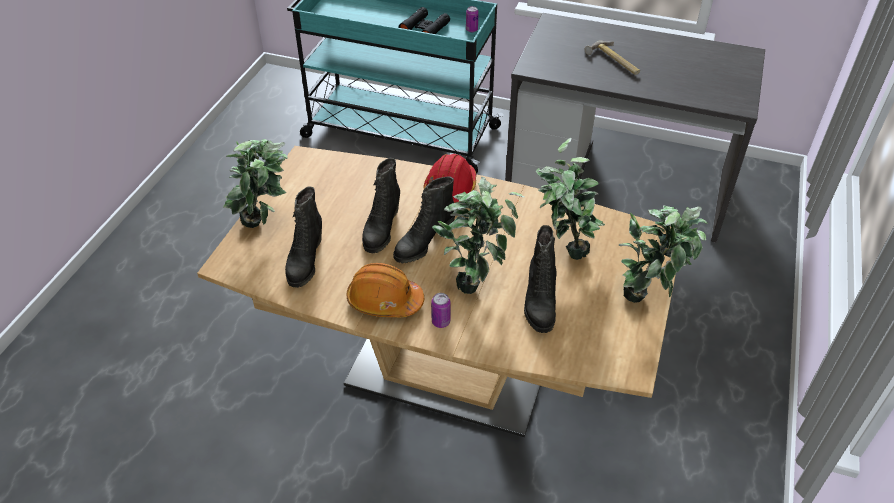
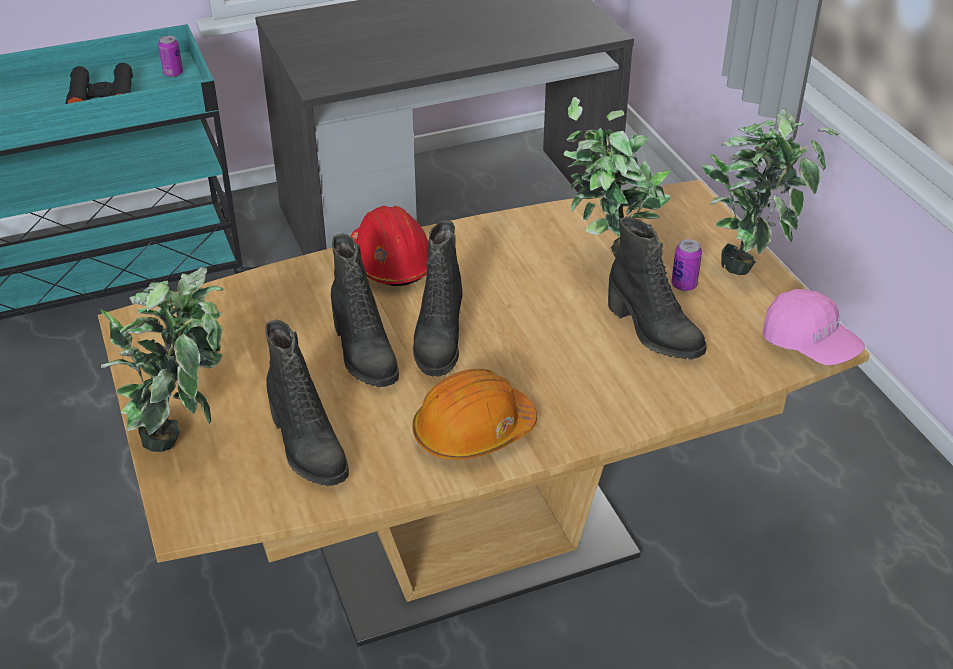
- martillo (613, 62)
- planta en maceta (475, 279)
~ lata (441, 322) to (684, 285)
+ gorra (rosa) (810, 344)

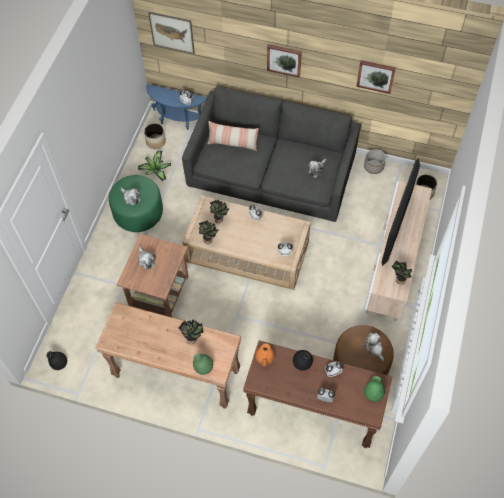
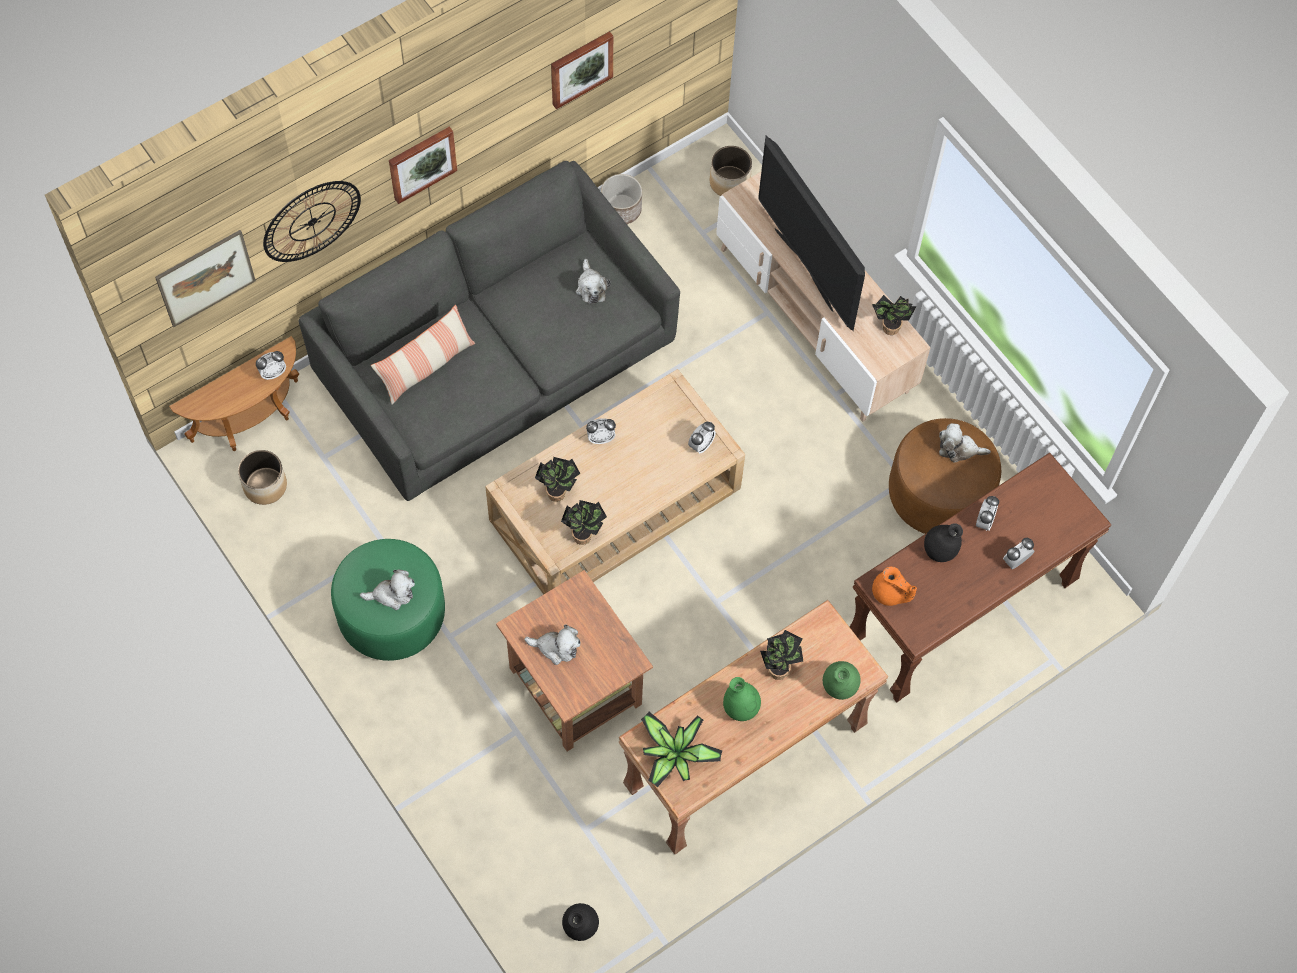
~ mesa auxiliar (azul) (177, 120) to mesa auxiliar (marrón) (252, 421)
~ planta en maceta (155, 170) to (675, 755)
~ florero (verde) (373, 394) to (740, 708)
+ reloj de pared (312, 221)

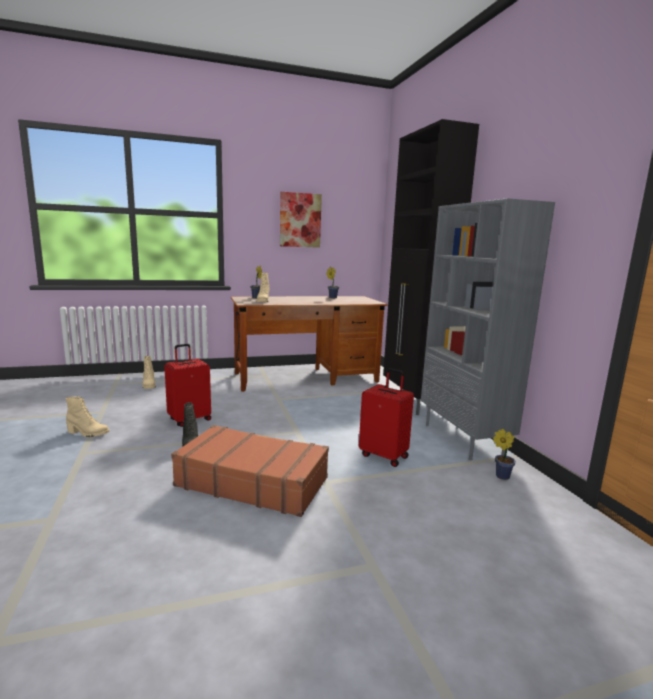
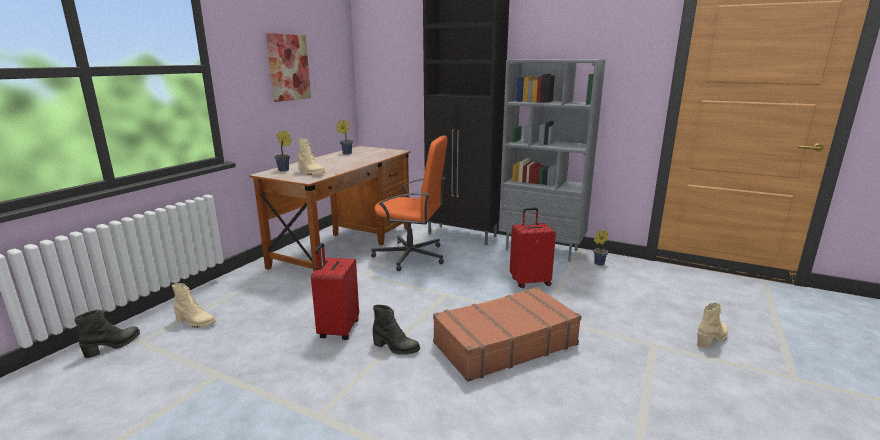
~ bota (beis) (87, 433) to (712, 339)
+ silla de oficina (naranja) (411, 256)
+ bota (negro) (113, 346)

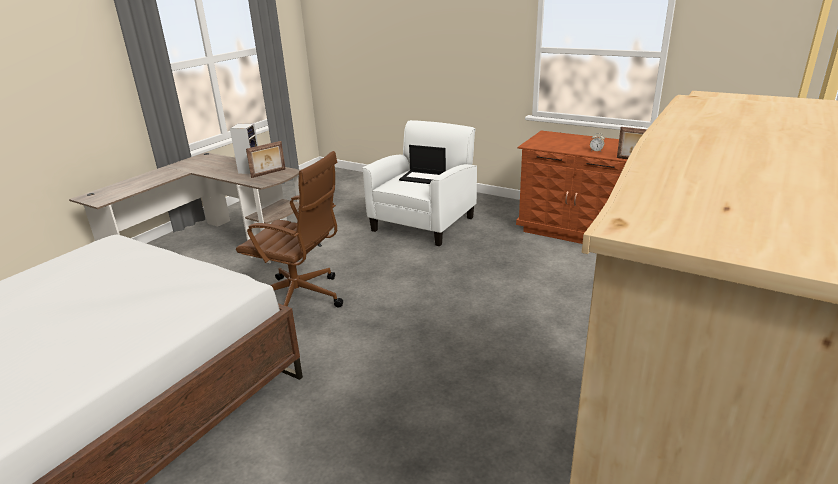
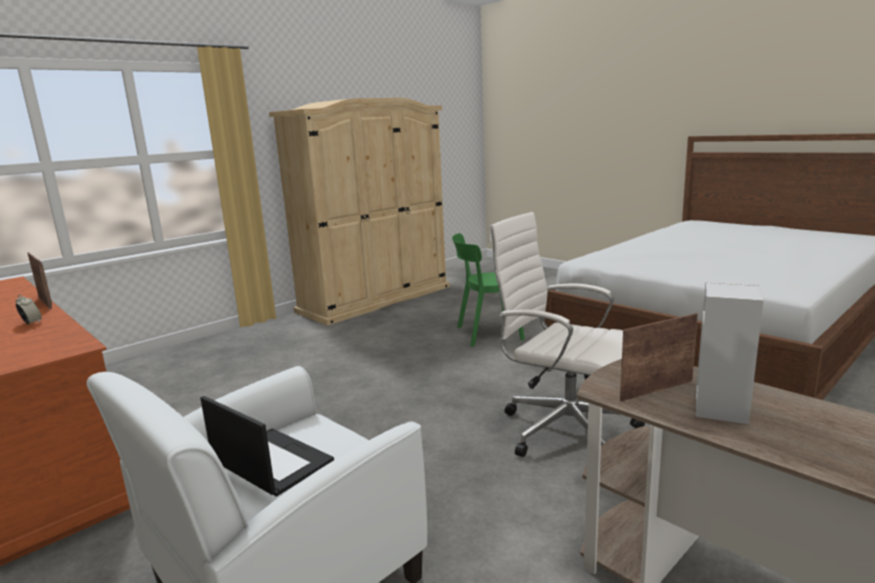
~ silla de oficina (marrón) (300, 299) to silla de oficina (blanco) (564, 429)
+ silla (verde) (486, 333)

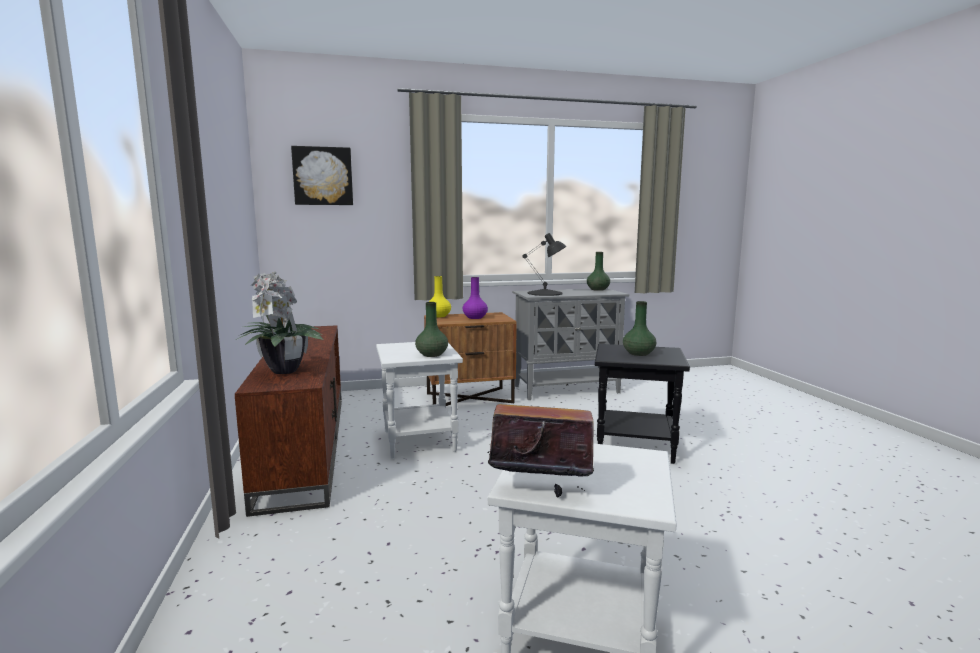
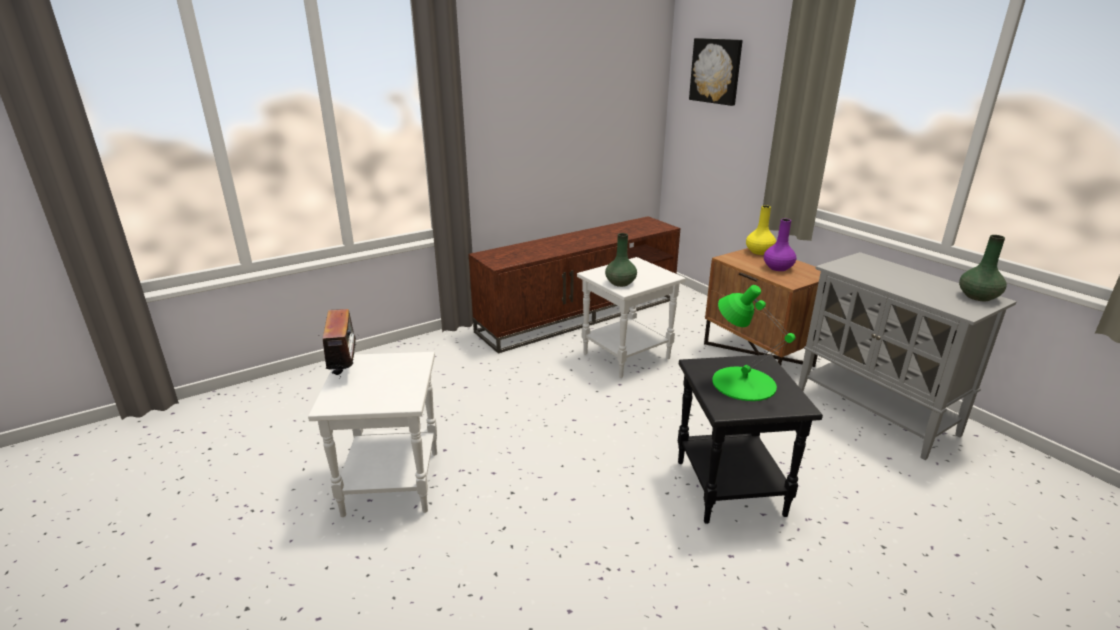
- lámpara de mesa (negro) (545, 293)
- planta en maceta (282, 372)
~ florero (verde) (638, 353) to lámpara de mesa (verde) (743, 383)

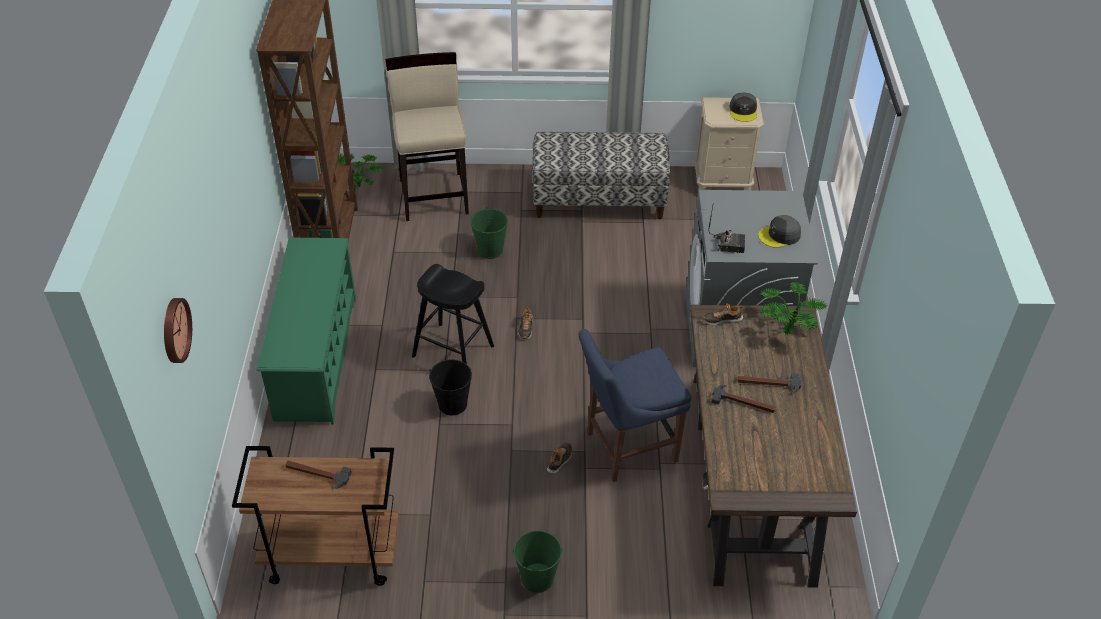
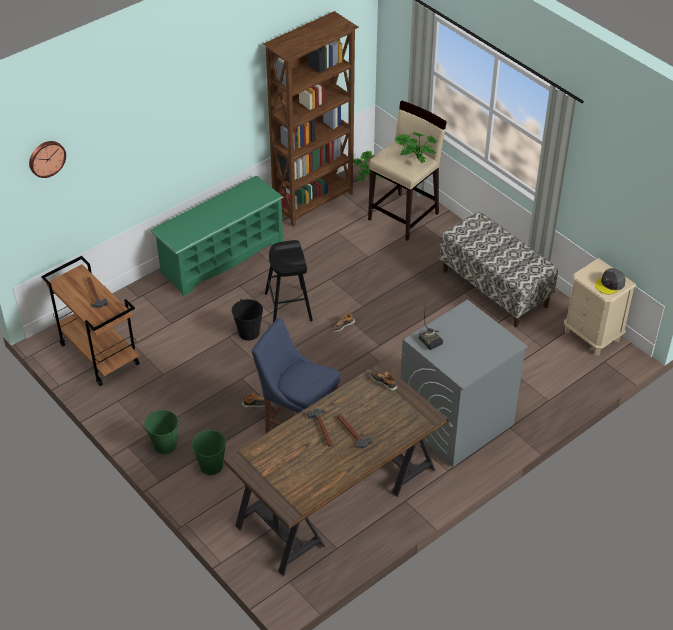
~ cubo (verde) (490, 250) to (211, 465)
- gorra (gris) (779, 235)
~ planta en maceta (787, 327) to (415, 158)

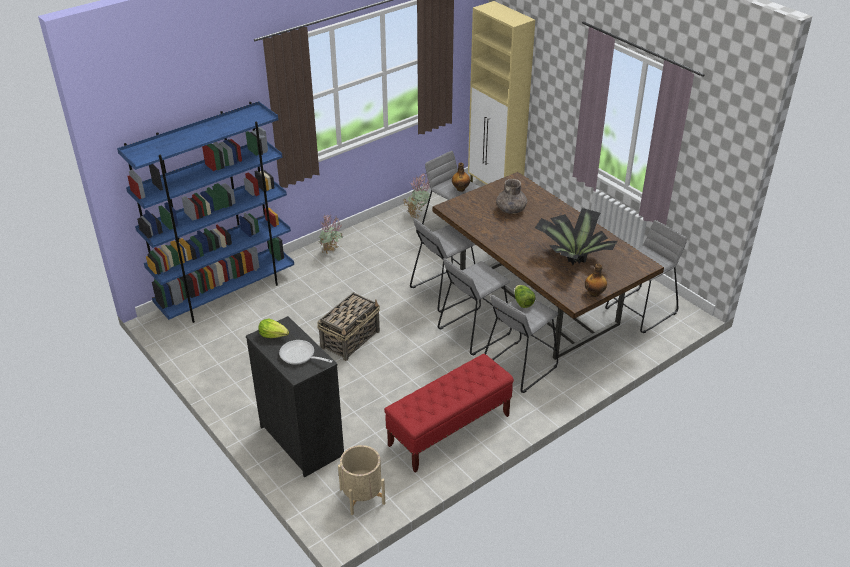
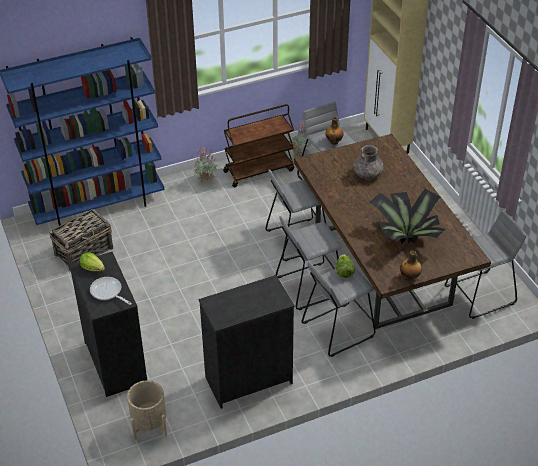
~ cesta (351, 339) to (84, 251)
~ banco (rojo) (449, 431) to cómoda (negro) (248, 380)
+ carrito (marrón) (259, 171)

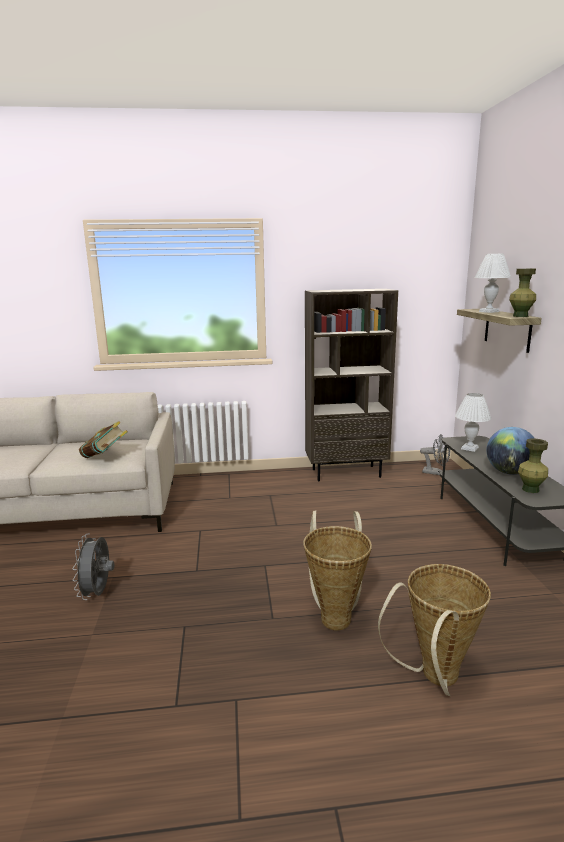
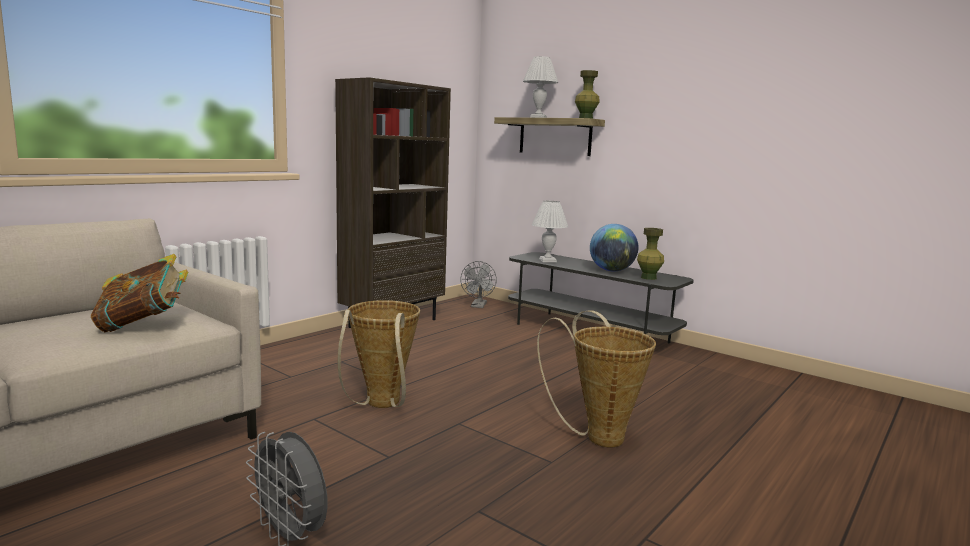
~ ventilador (gris) (435, 472) = (478, 306) 120 degrees clockwise
~ cesta (434, 679) to (381, 405)

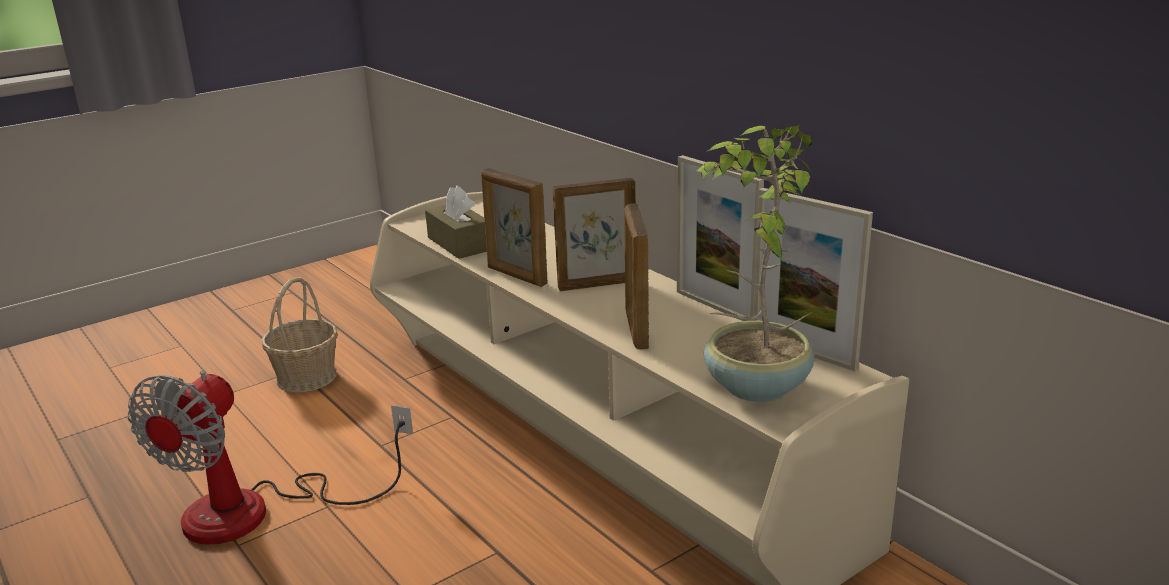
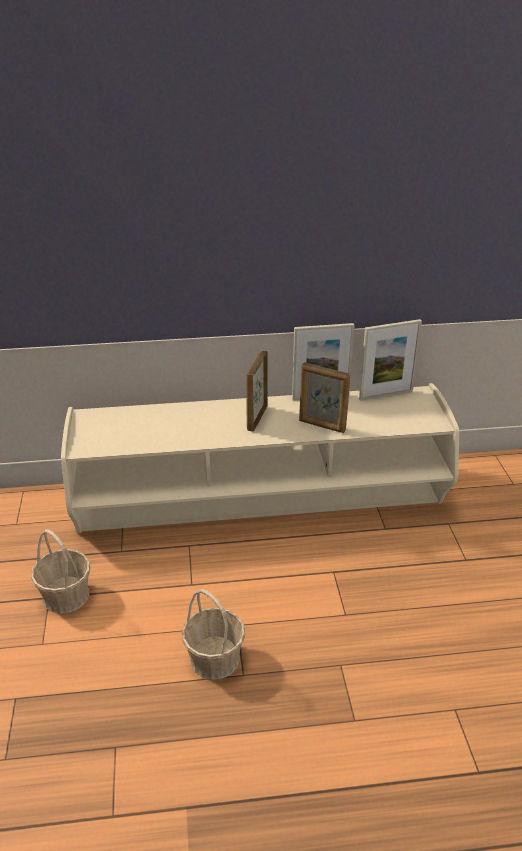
- planta en maceta (754, 387)
- portarretratos (516, 276)
- caja de pañuelos (marrón) (459, 244)
~ ventilador (257, 511) to cesta (214, 658)

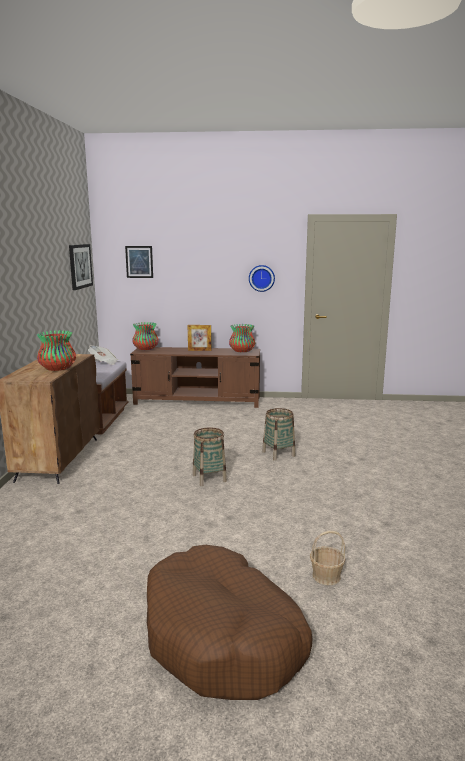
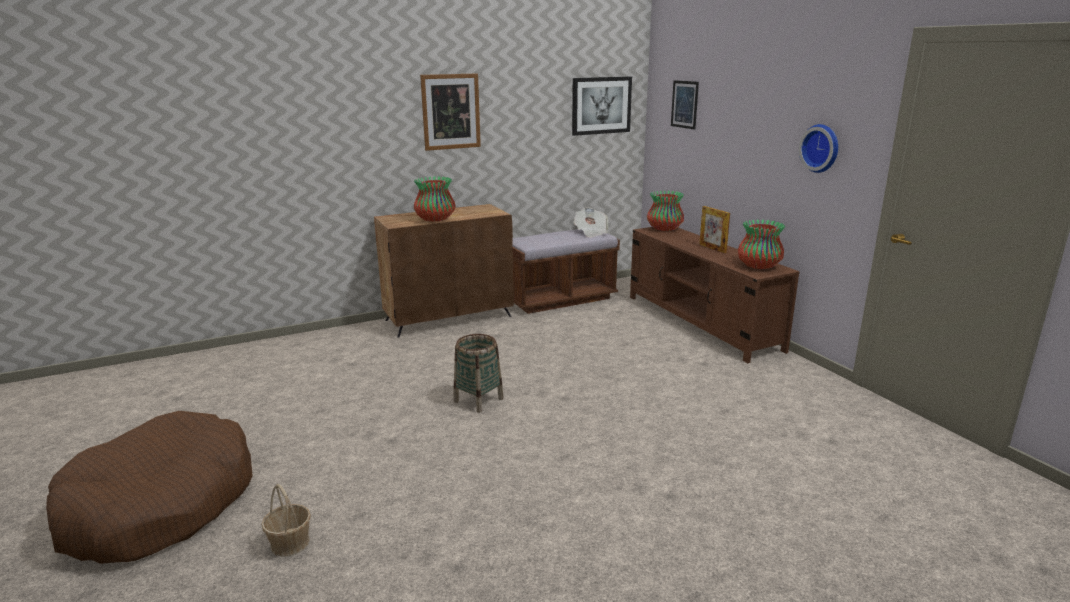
- cesta (278, 454)
+ cuadro (451, 111)

